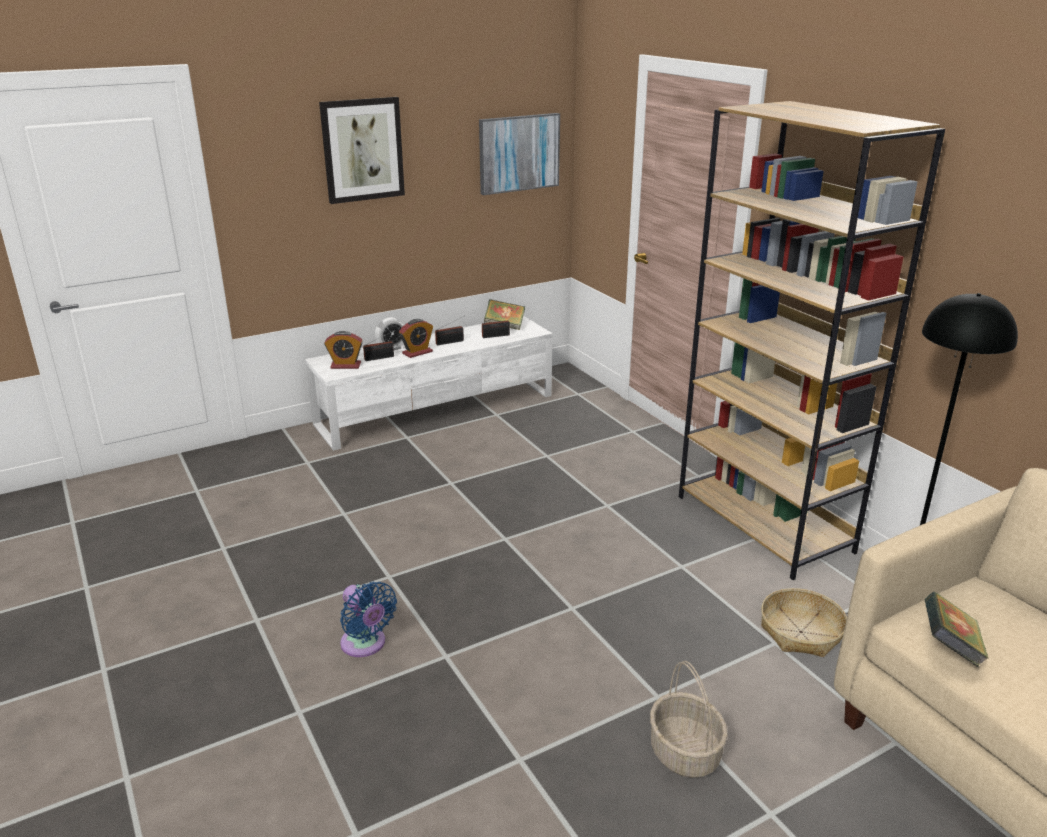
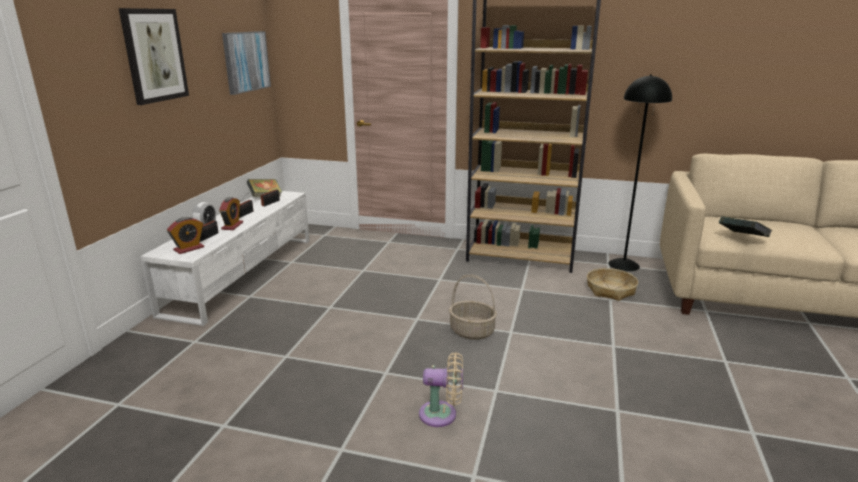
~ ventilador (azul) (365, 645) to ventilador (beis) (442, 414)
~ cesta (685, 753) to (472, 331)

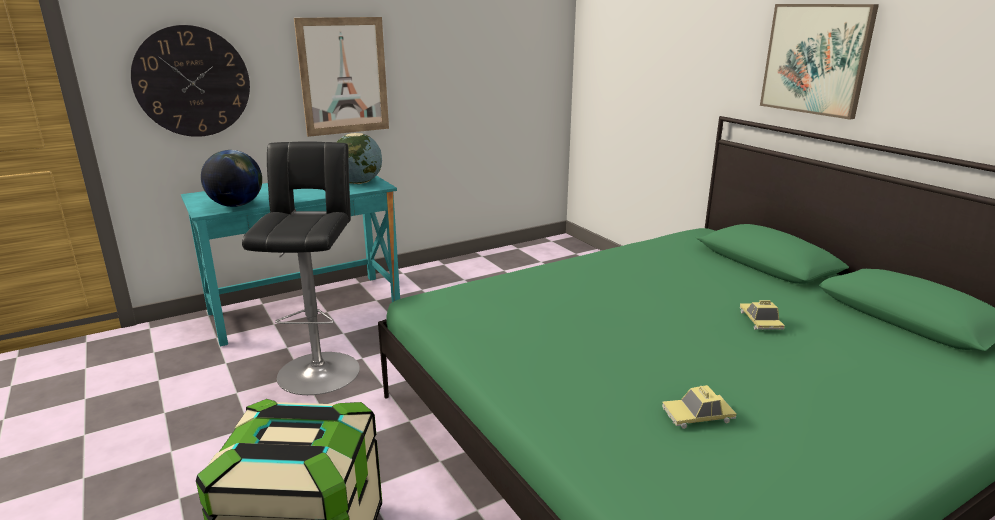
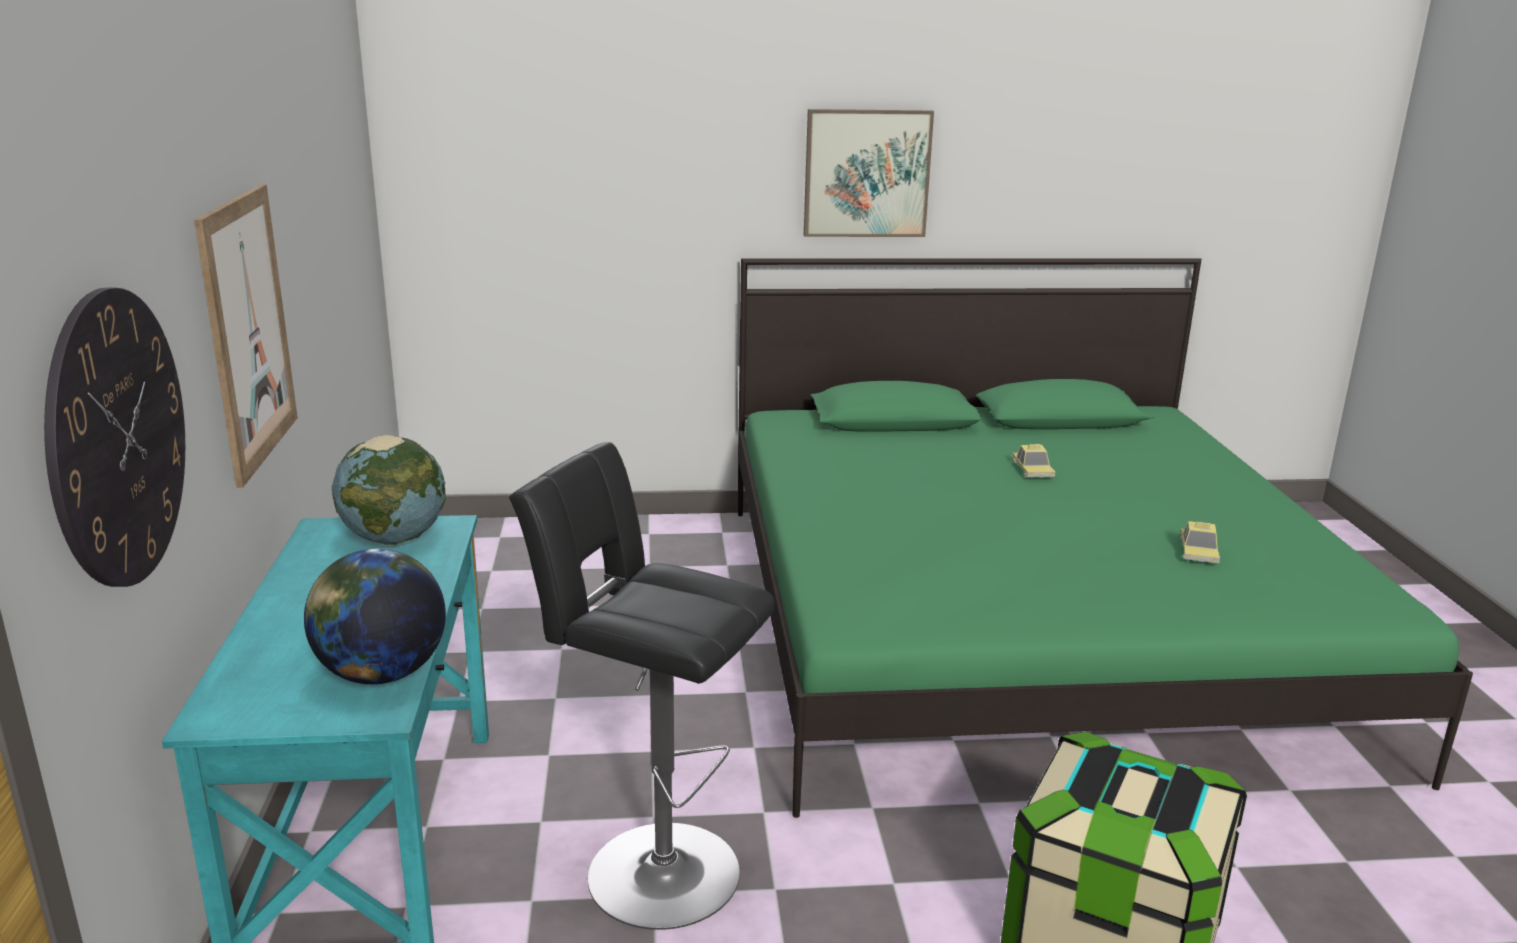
~ coche de juguete (760, 321) = (1032, 469) 120 degrees counterclockwise

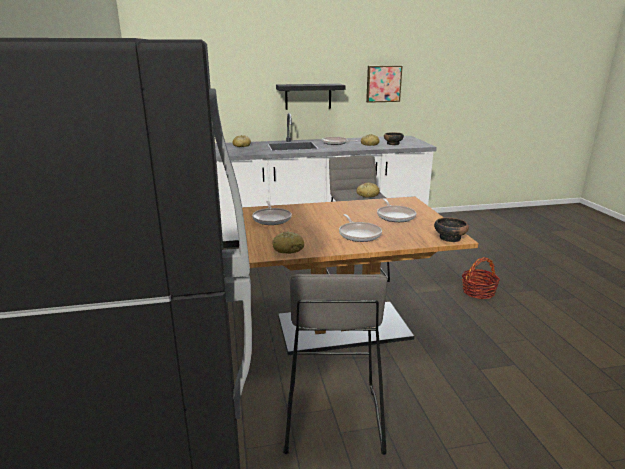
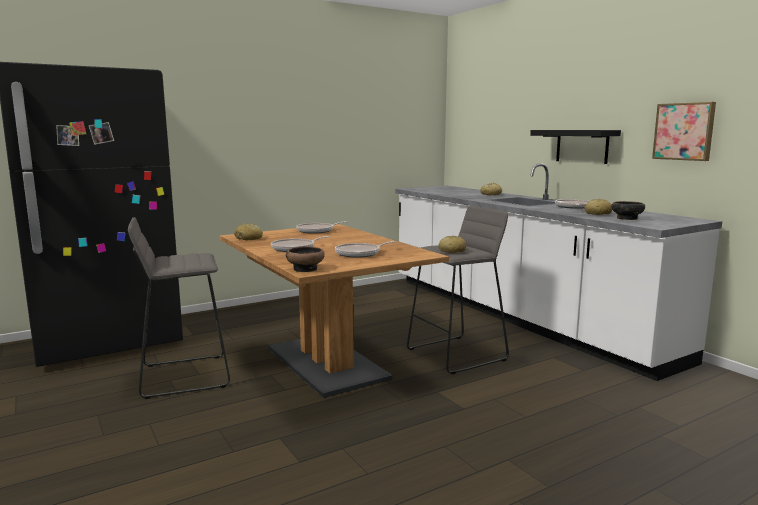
- cesta (478, 292)

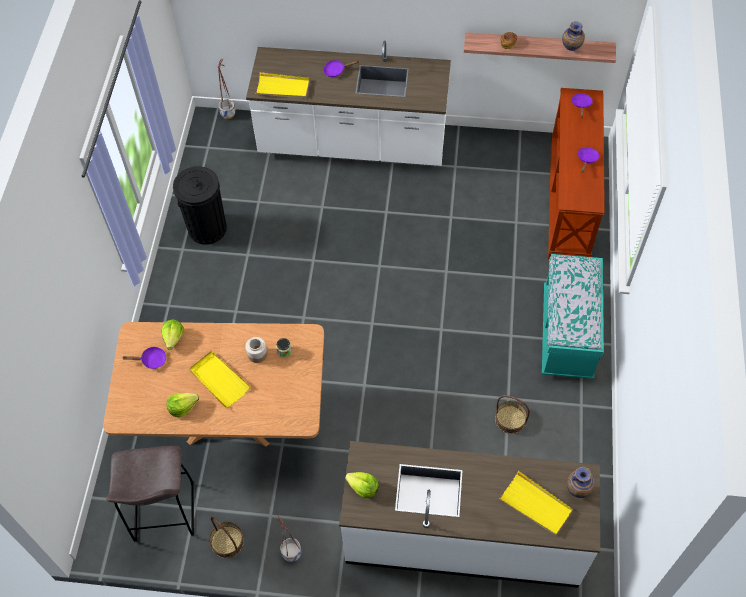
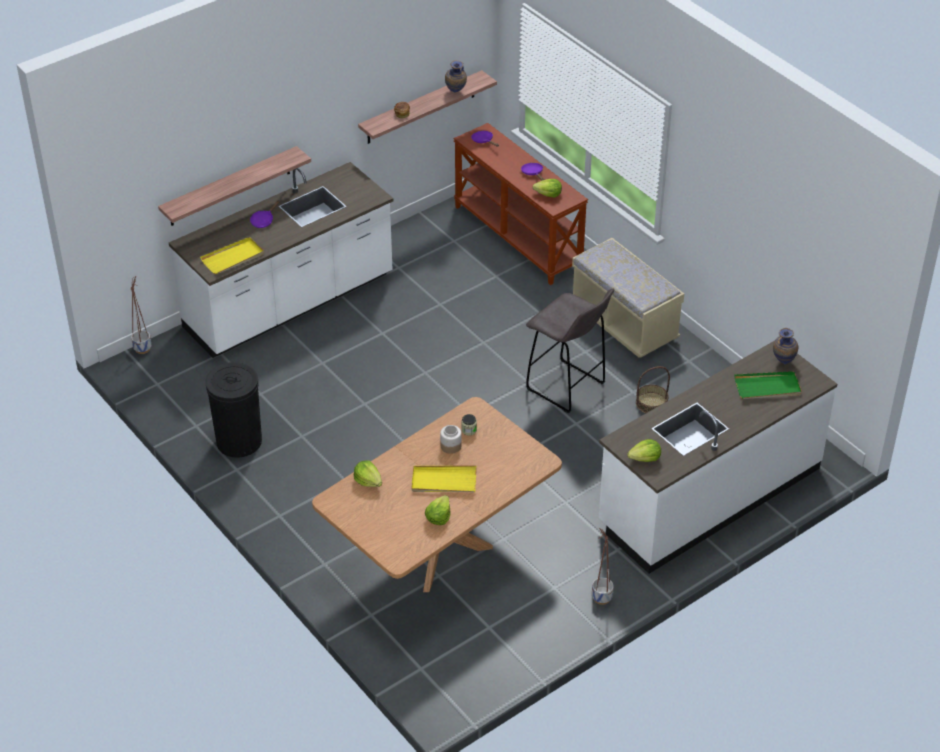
~ banco (turquesa) (567, 333) to banco (beis) (624, 323)
- sartén (morado) (151, 360)
~ taburete (gris) (164, 515) to (567, 387)
~ bandeja (amarillo) (535, 505) to bandeja (verde) (767, 387)
- cesta (227, 541)
+ estante (229, 187)
+ lechuga (548, 194)

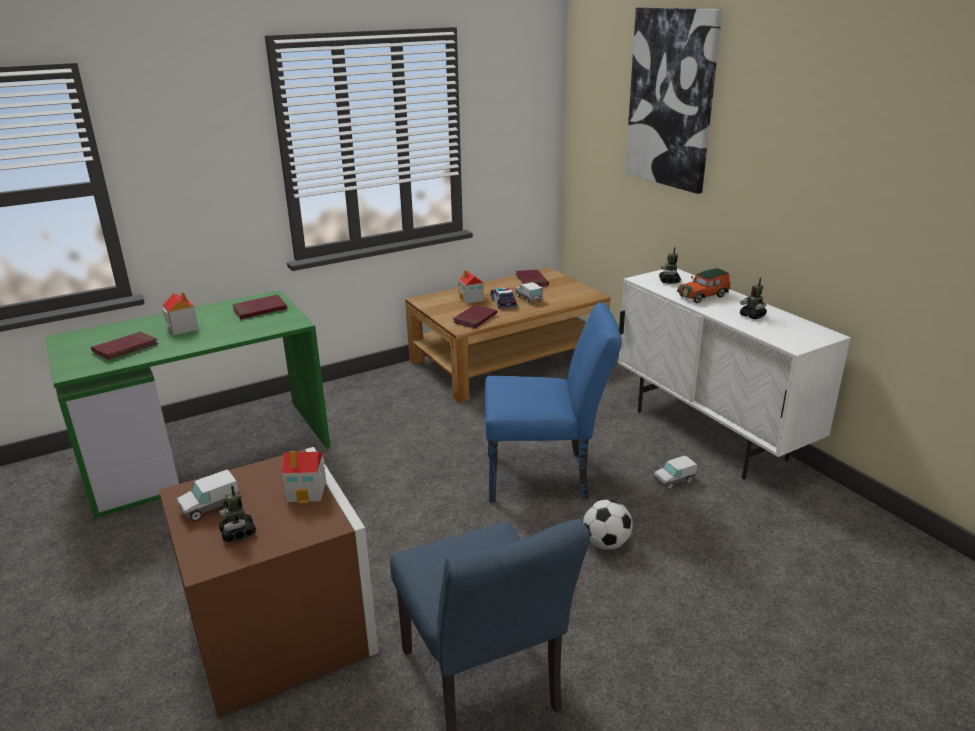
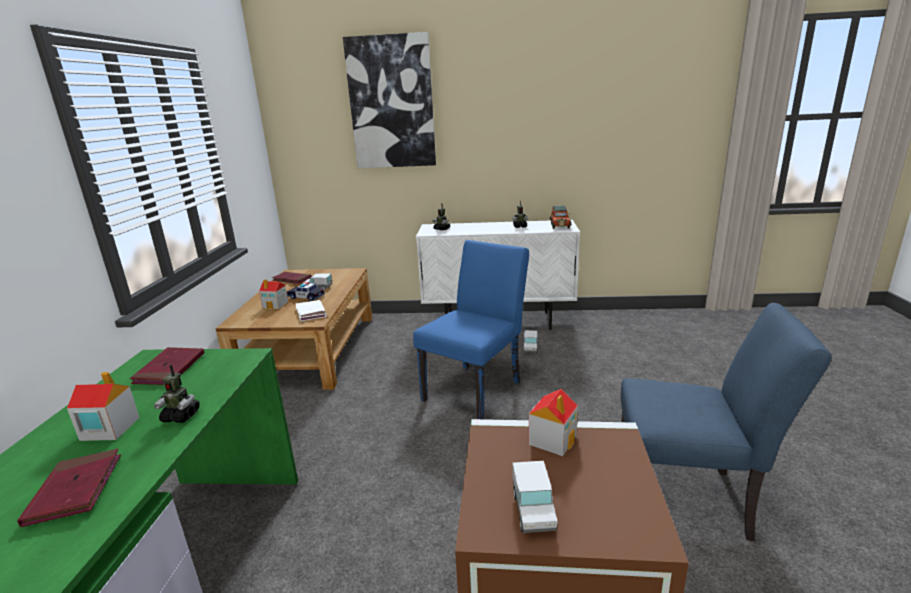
~ coche de juguete (704, 296) to (559, 225)
~ libro (rojo) (475, 318) to libro (blanco) (311, 312)
~ robot de juguete (238, 533) to (181, 416)
- balón de fútbol (606, 543)

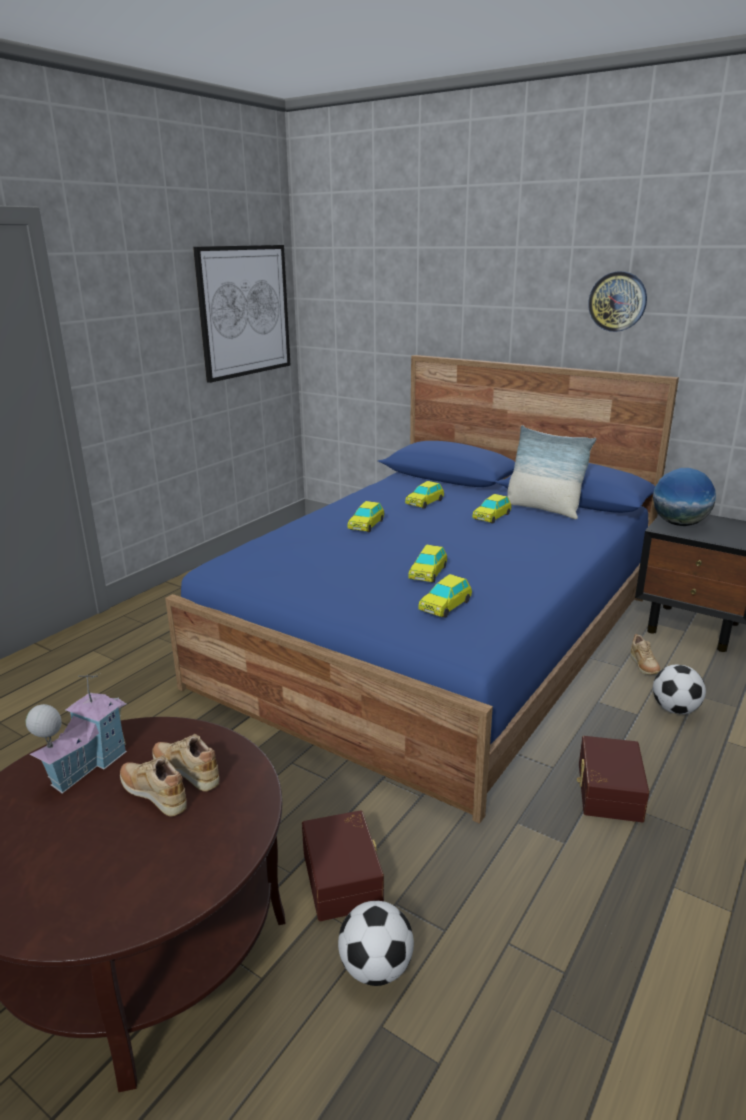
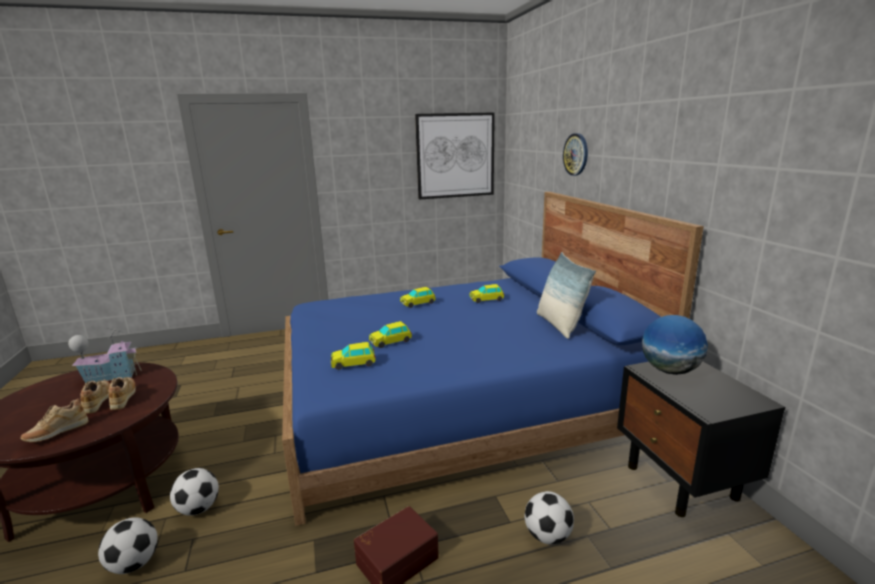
~ reloj de pared (617, 301) to (576, 154)
- coche de juguete (491, 517)
~ zapato (beis) (643, 667) to (57, 434)
~ caja de almacenaje (marrón) (344, 877) to balón de fútbol (198, 508)

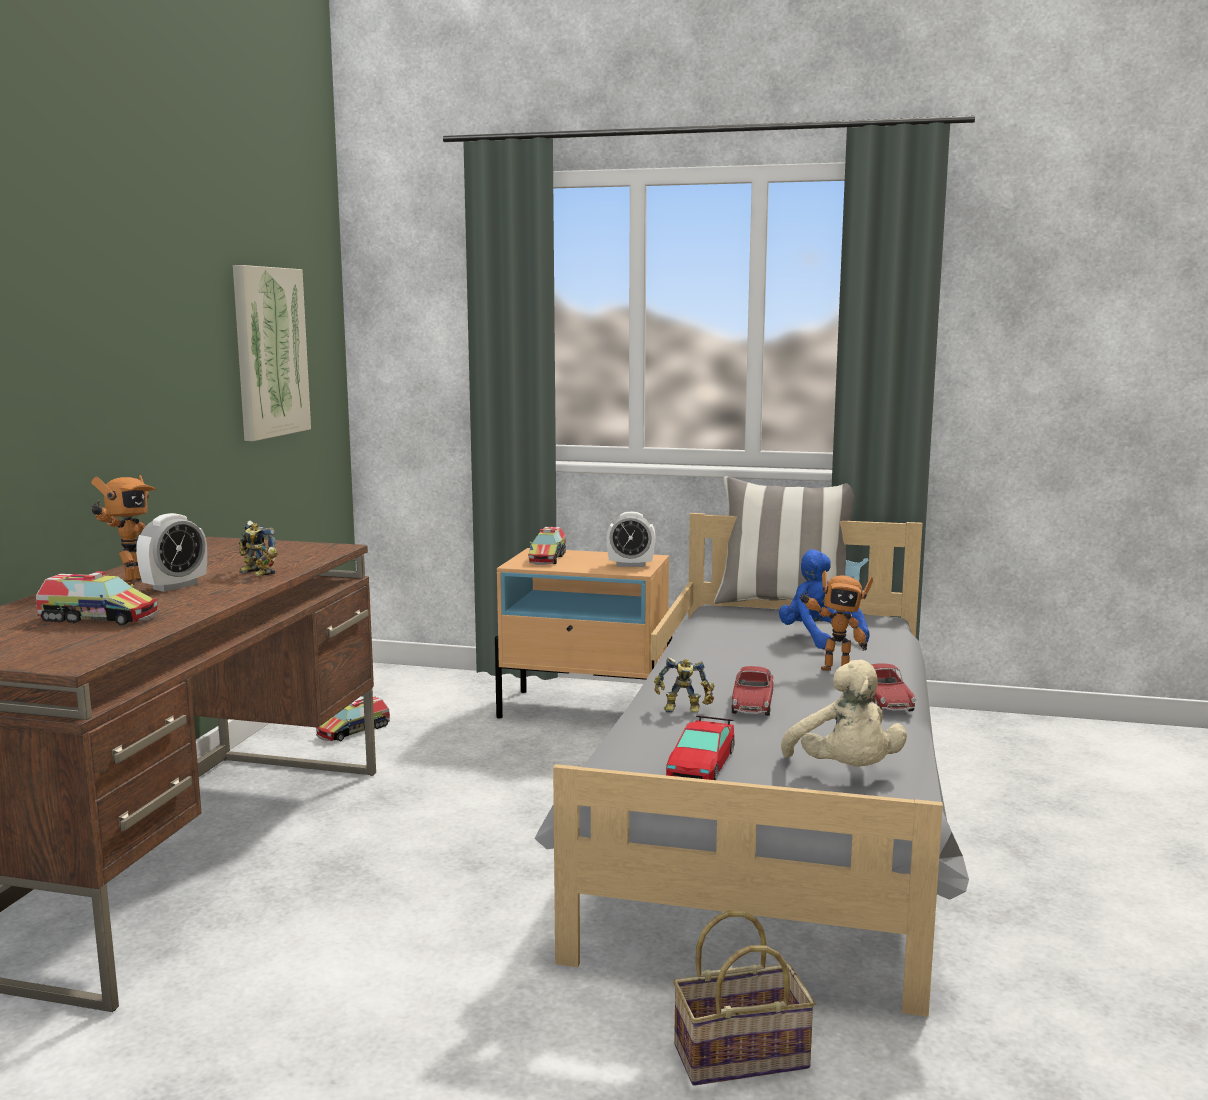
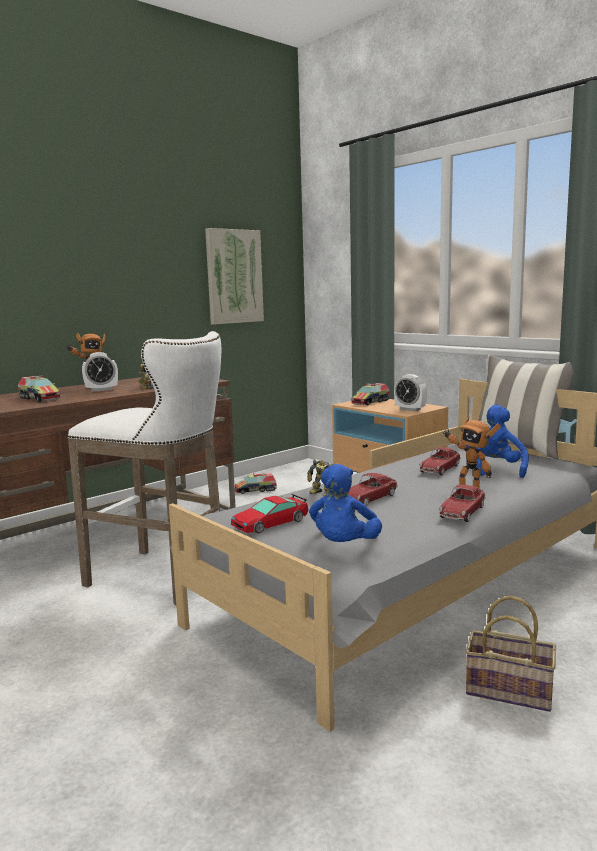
~ peluche (beis) (845, 772) to peluche (azul) (344, 546)
~ cesta (743, 1054) to (511, 690)
+ taburete (blanco) (164, 579)
+ coche de juguete (440, 469)

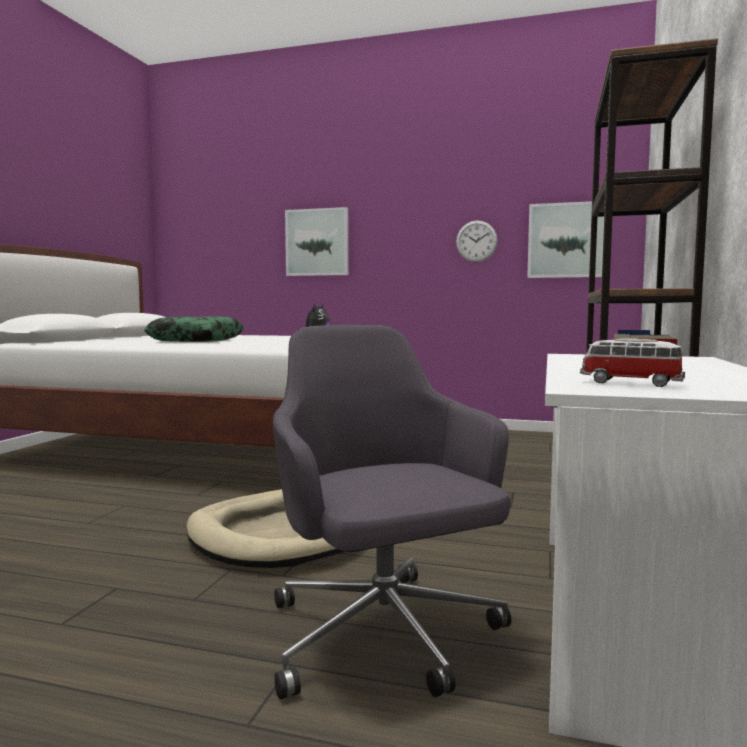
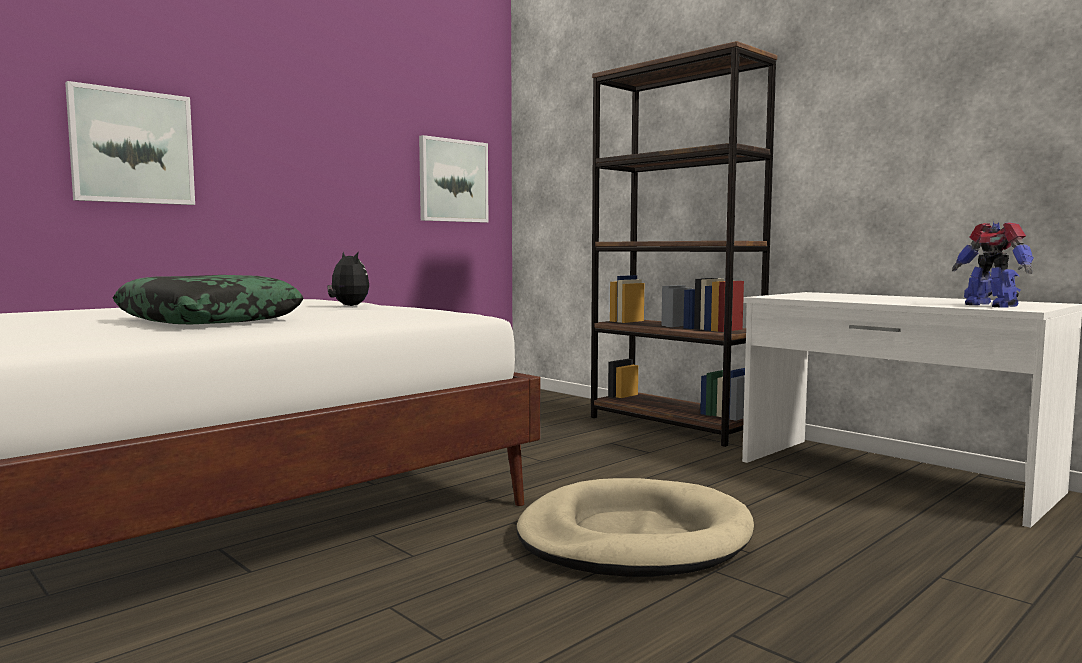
- reloj de pared (476, 241)
- silla de oficina (gris) (384, 636)
~ coche de juguete (629, 383) to robot de juguete (991, 305)

